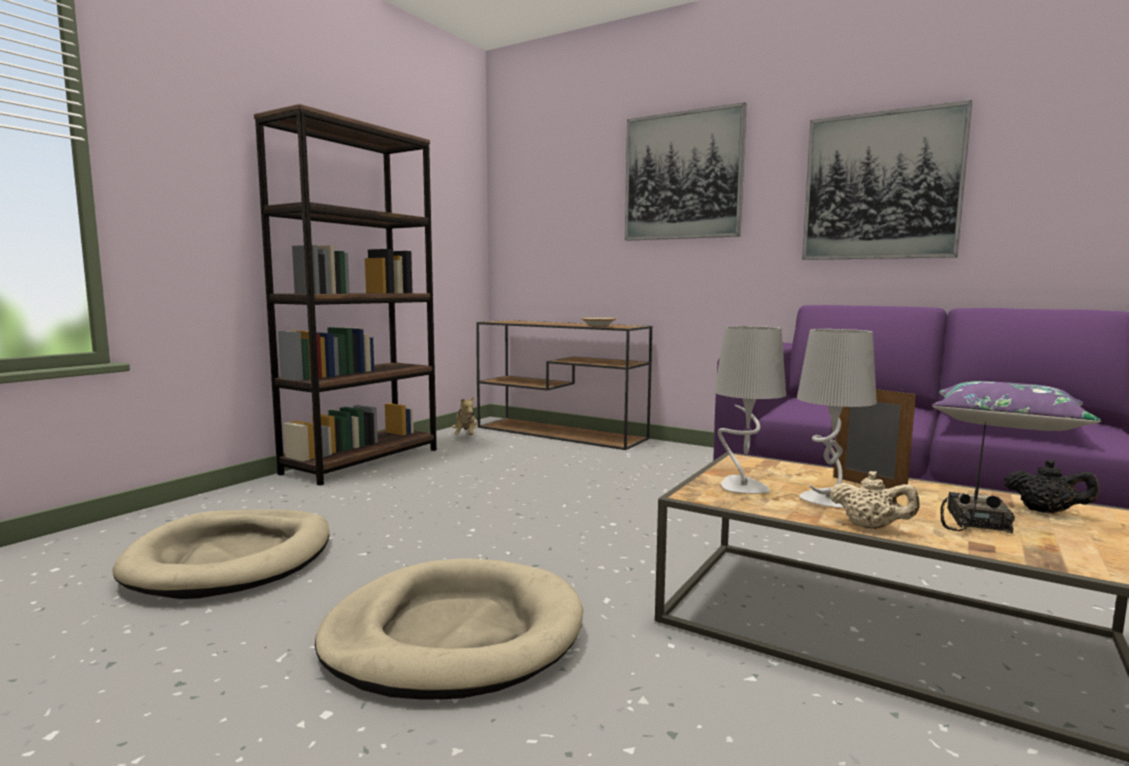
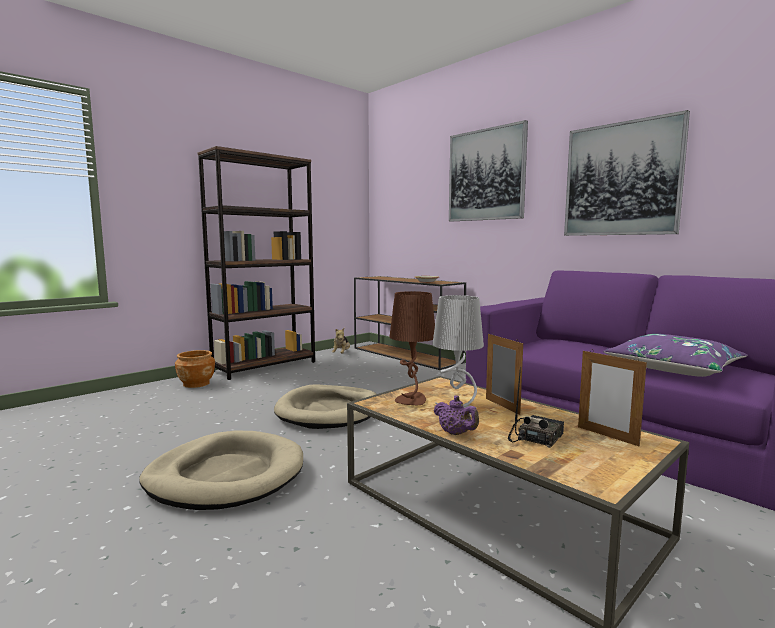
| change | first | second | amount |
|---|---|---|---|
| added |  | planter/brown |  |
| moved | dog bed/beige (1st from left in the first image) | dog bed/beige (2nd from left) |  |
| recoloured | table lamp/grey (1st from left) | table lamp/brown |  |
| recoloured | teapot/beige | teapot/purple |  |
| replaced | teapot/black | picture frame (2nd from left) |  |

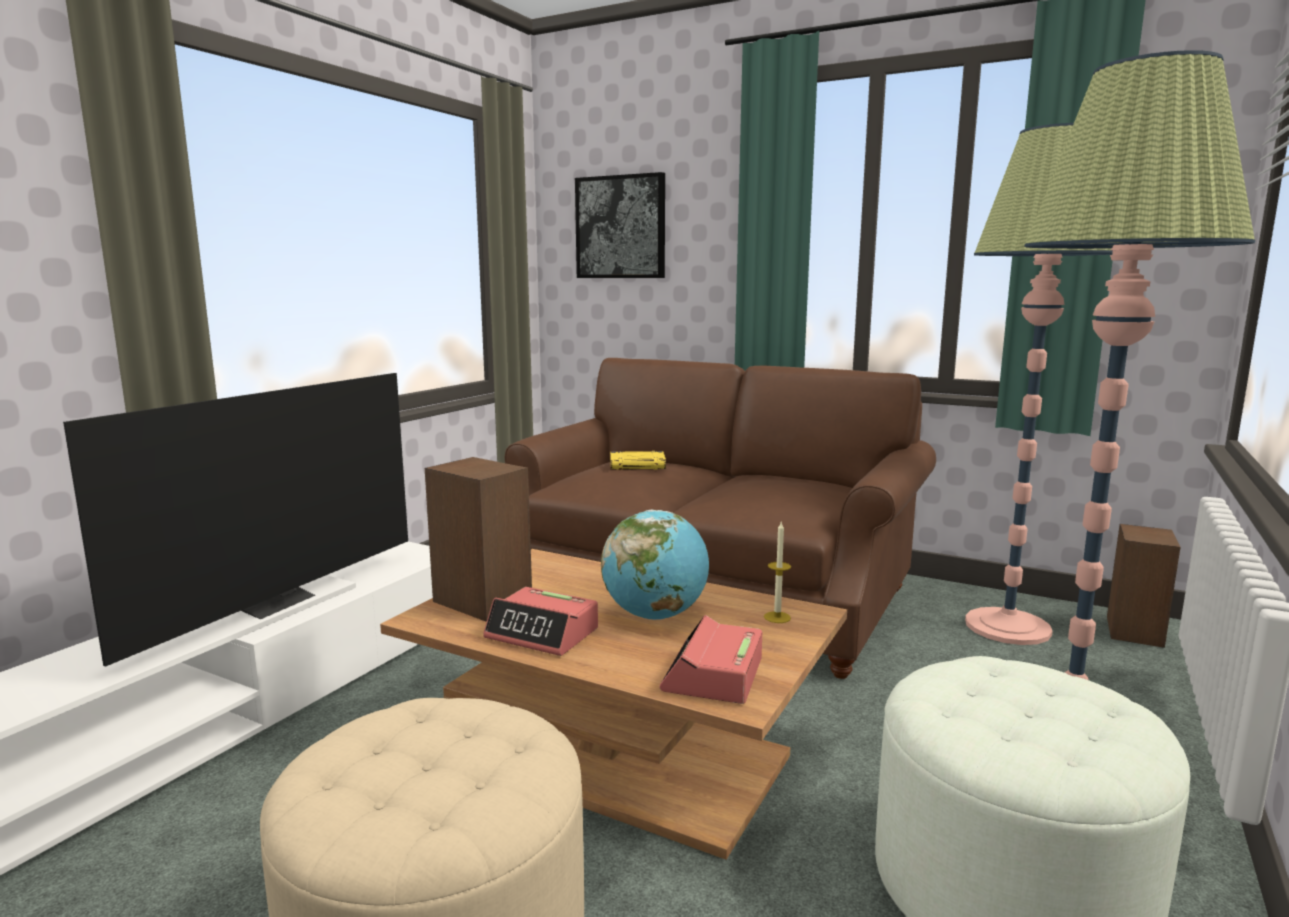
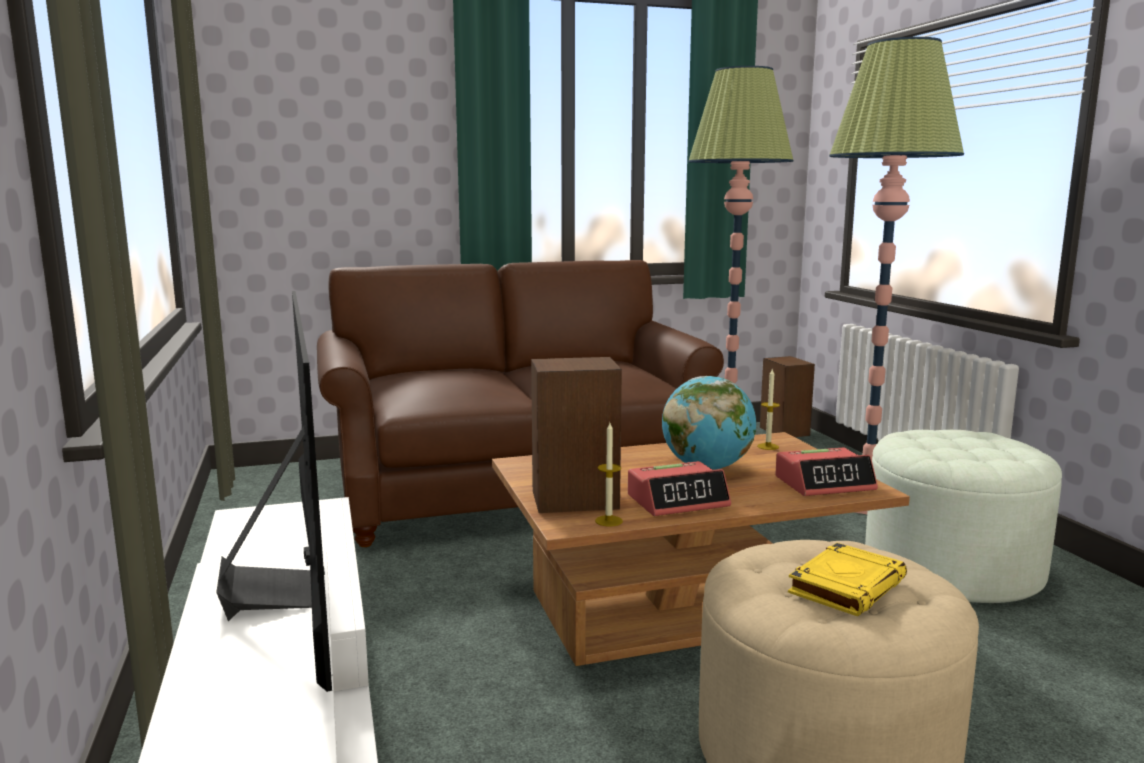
| change | first | second | amount |
|---|---|---|---|
| added |  | candle (1st from left) |  |
| turned | alarm clock (2nd from left) |  | 75 degrees counterclockwise |
| moved | book/yellow |  |  |
| removed | picture |  |  |

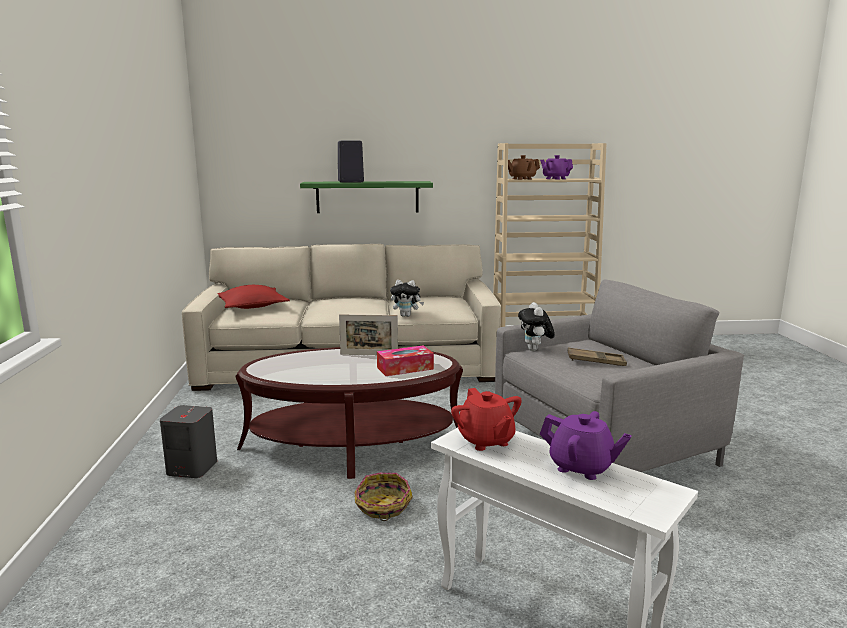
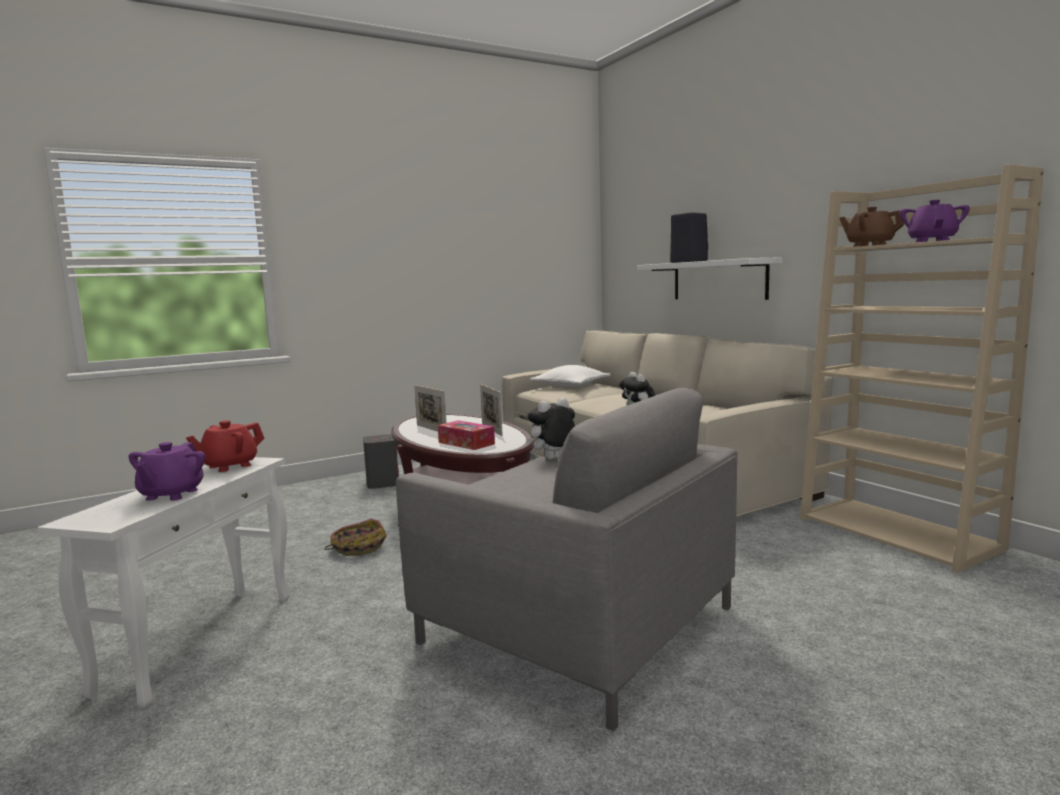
| change | first | second | amount |
|---|---|---|---|
| added |  | picture frame (1st from left) |  |
| recoloured | pillow/red | pillow/white |  |
| recoloured | shelf/green | shelf/white |  |
| removed | tray/brown |  |  |

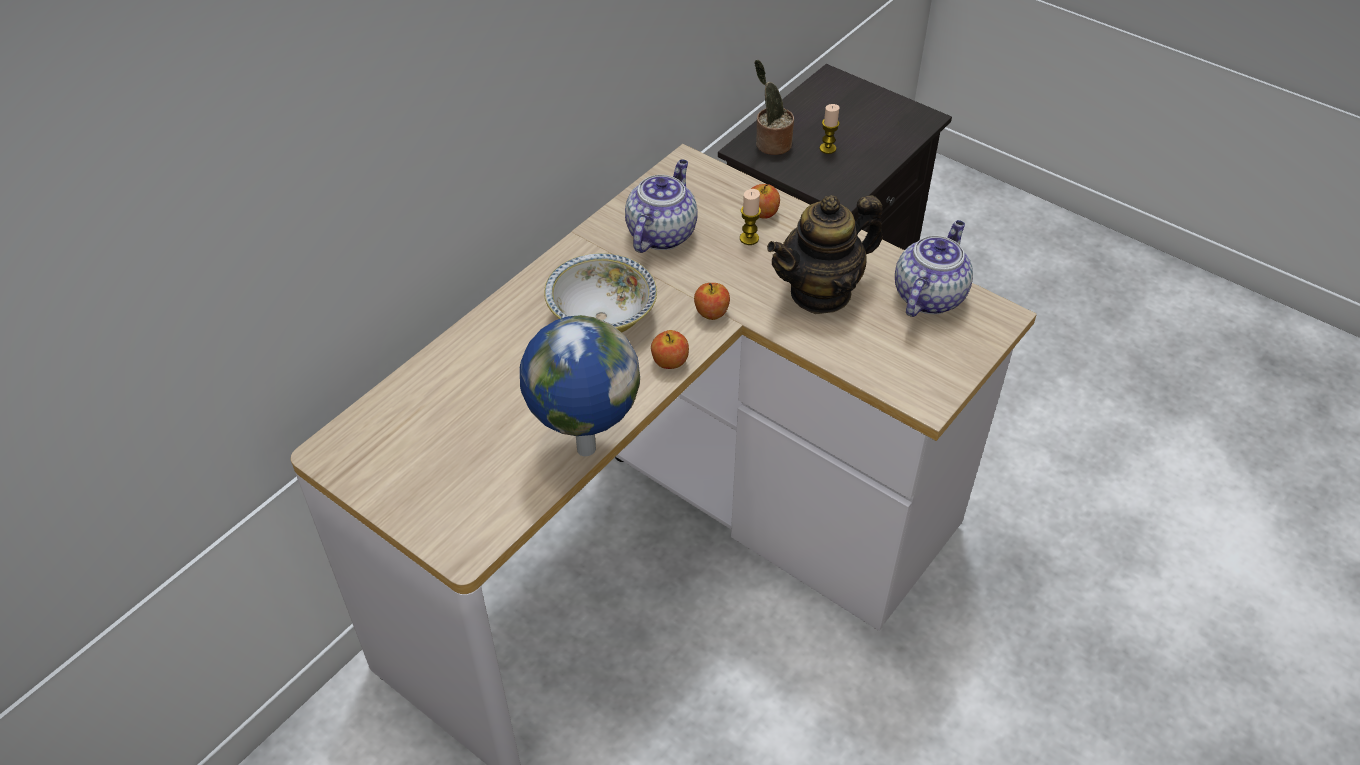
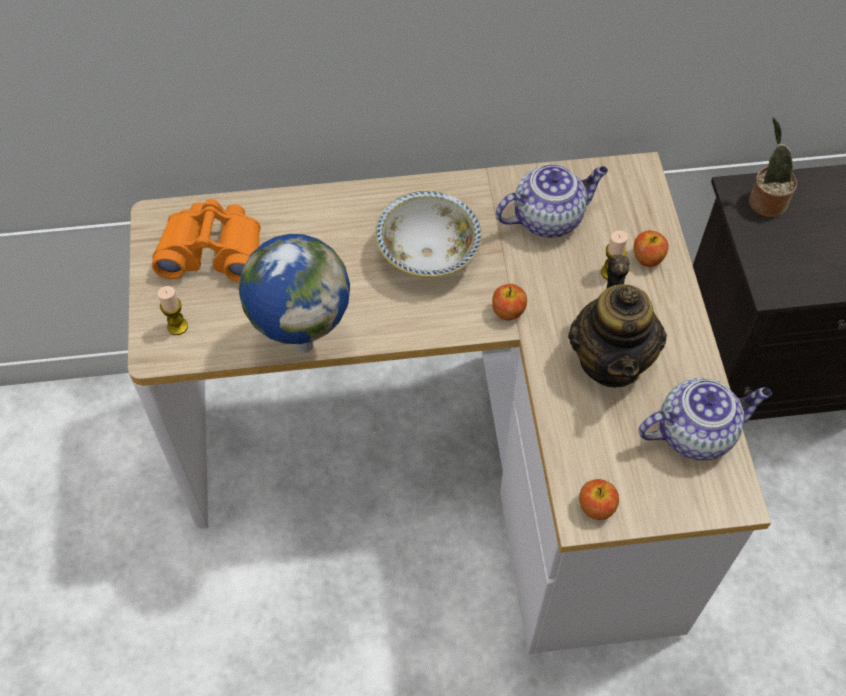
| change | first | second | amount |
|---|---|---|---|
| added |  | binoculars/orange |  |
| moved | candle (2nd from left in the first image) | candle (1st from left) |  |
| turned | teapot (2nd from left) |  | 105 degrees counterclockwise |
| moved | apple (1st from left in the first image) | apple (2nd from left) |  |

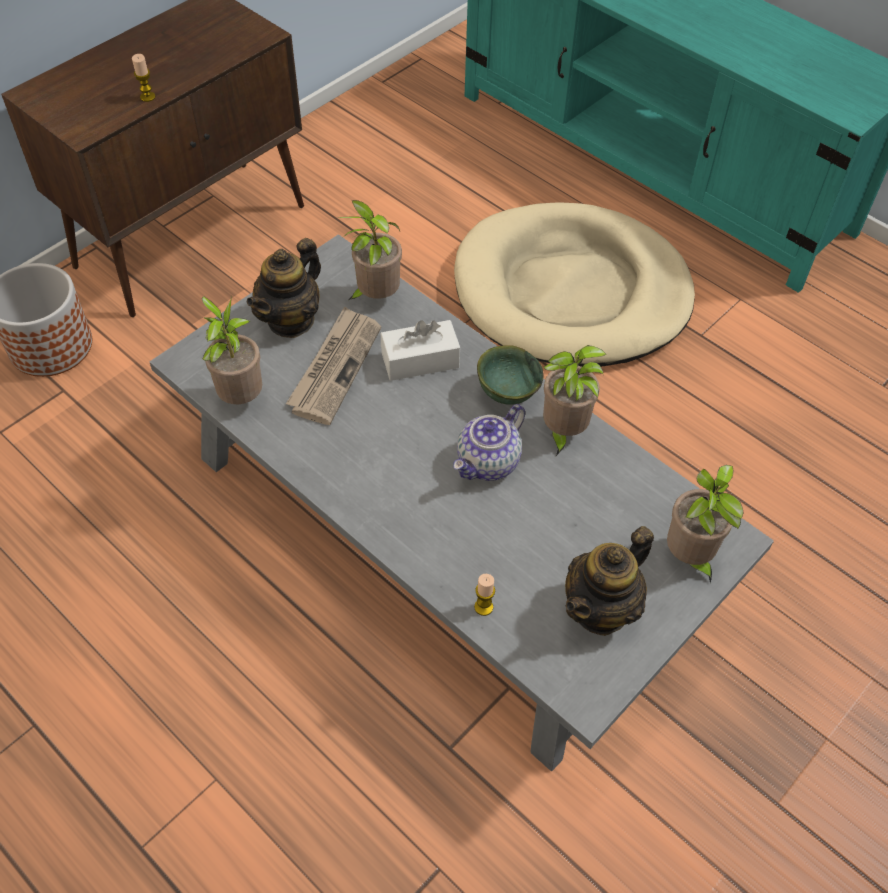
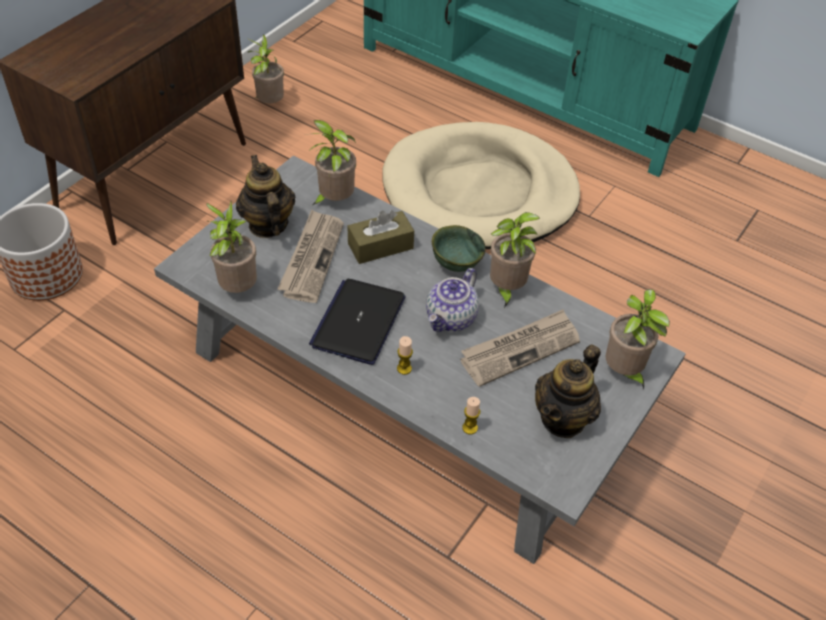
| change | first | second | amount |
|---|---|---|---|
| turned | teapot (1st from left) |  | 135 degrees clockwise |
| added |  | potted plant (2nd from left) |  |
| added |  | laptop |  |
| recoloured | tissue box/white | tissue box/brown |  |
| moved | candle (1st from left) |  |  |
| added |  | newspaper (2nd from left) |  |

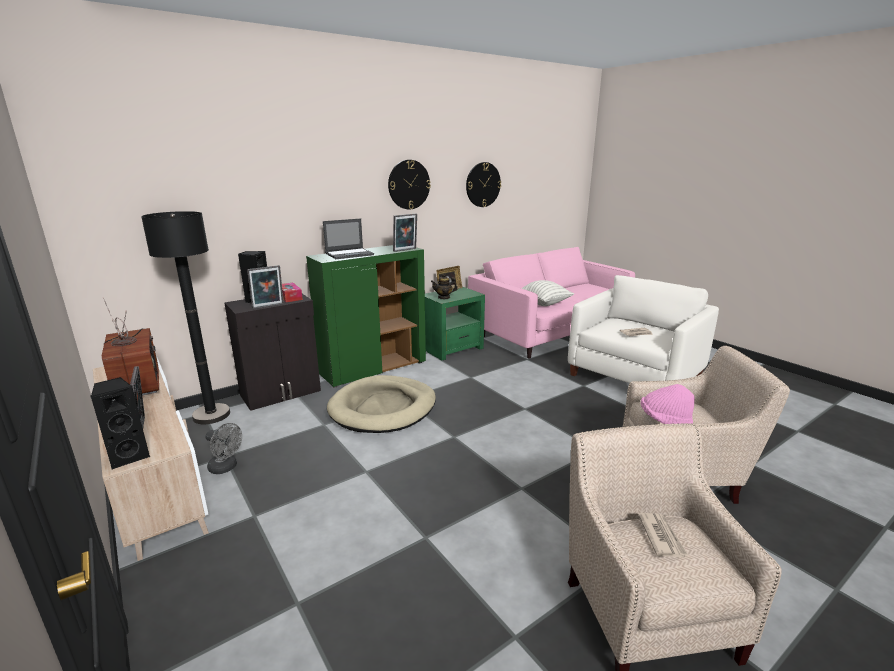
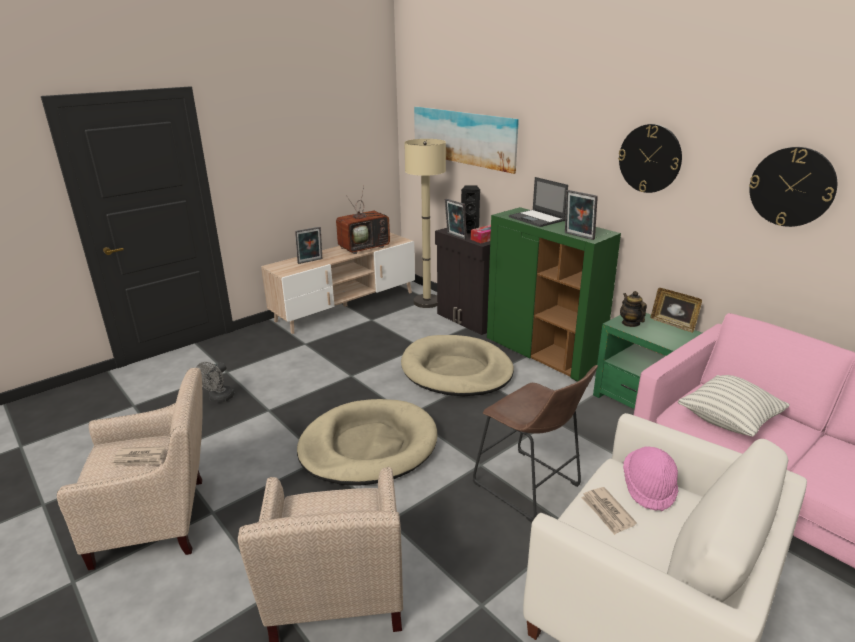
| change | first | second | amount |
|---|---|---|---|
| moved | fan/grey |  |  |
| added |  | dog bed/beige (1st from left) |  |
| recoloured | floor lamp/black | floor lamp/beige |  |
| added |  | picture |  |
| added |  | stool/brown |  |
| moved | hat/pink |  |  |
| removed | speaker/black (1st from left) |  |  |

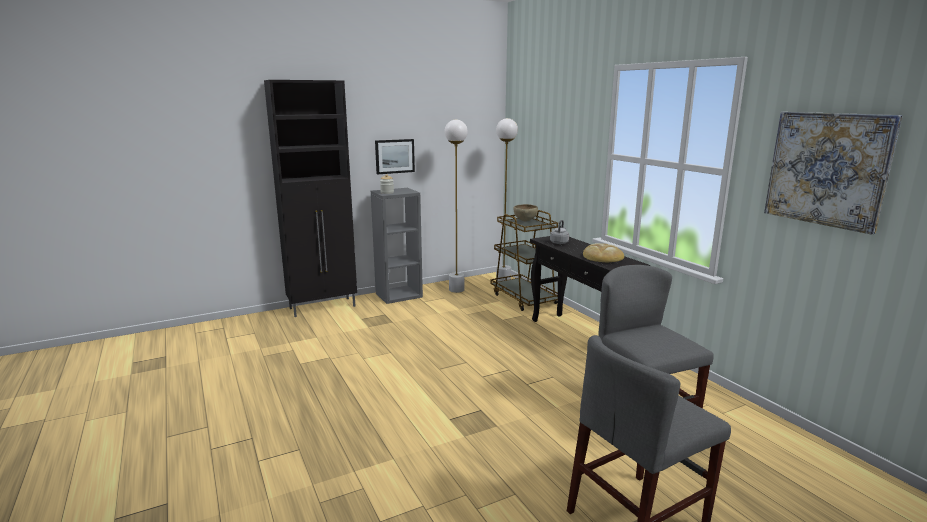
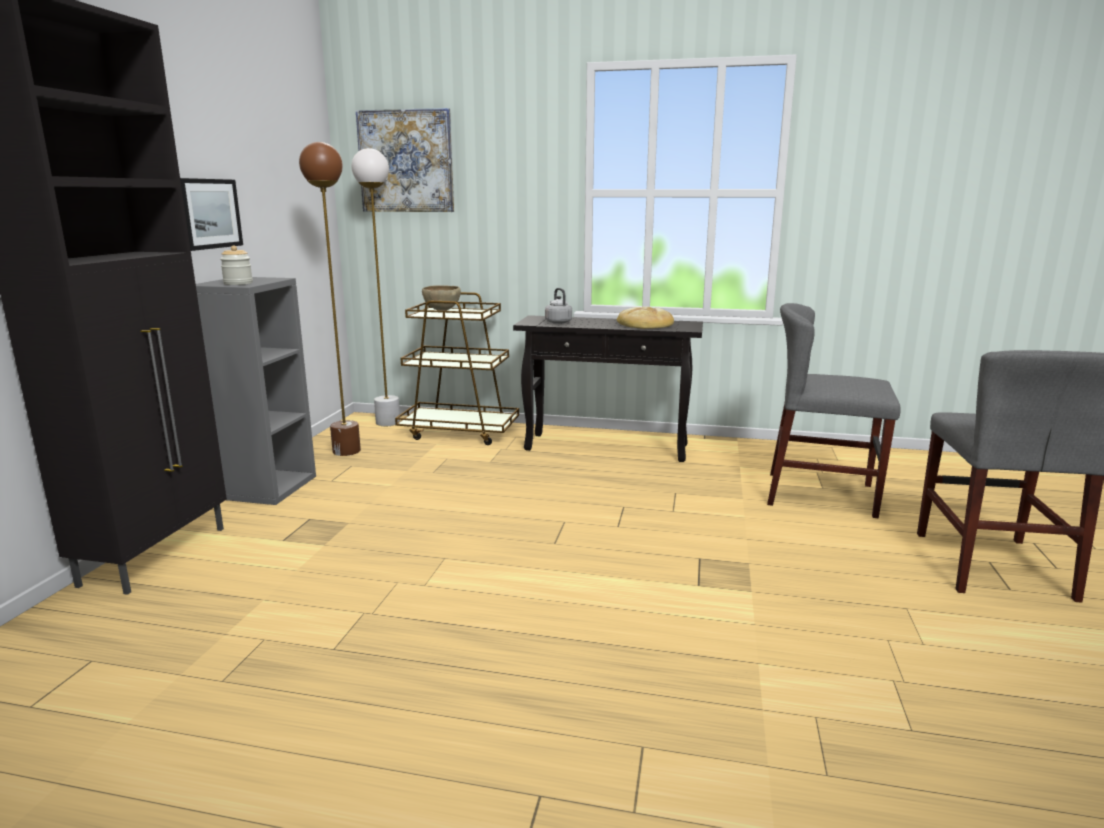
| change | first | second | amount |
|---|---|---|---|
| recoloured | floor lamp/white (1st from left) | floor lamp/brown |  |
| moved | picture (2nd from left) |  |  |

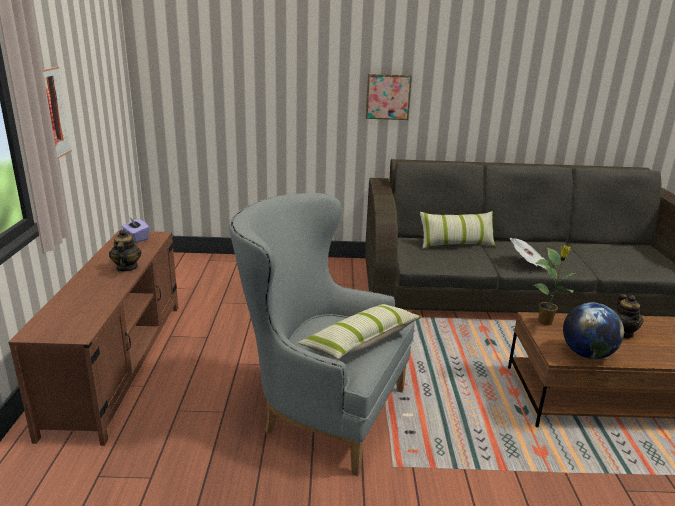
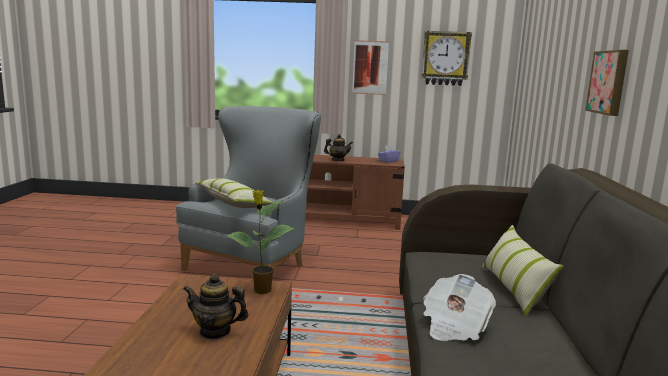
| change | first | second | amount |
|---|---|---|---|
| added |  | wall clock |  |
| removed | globe |  |  |

